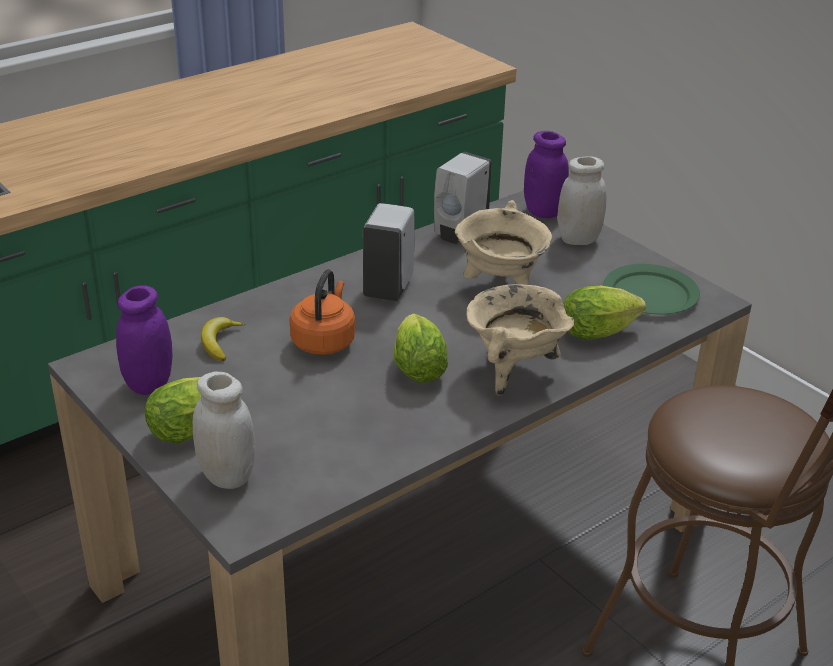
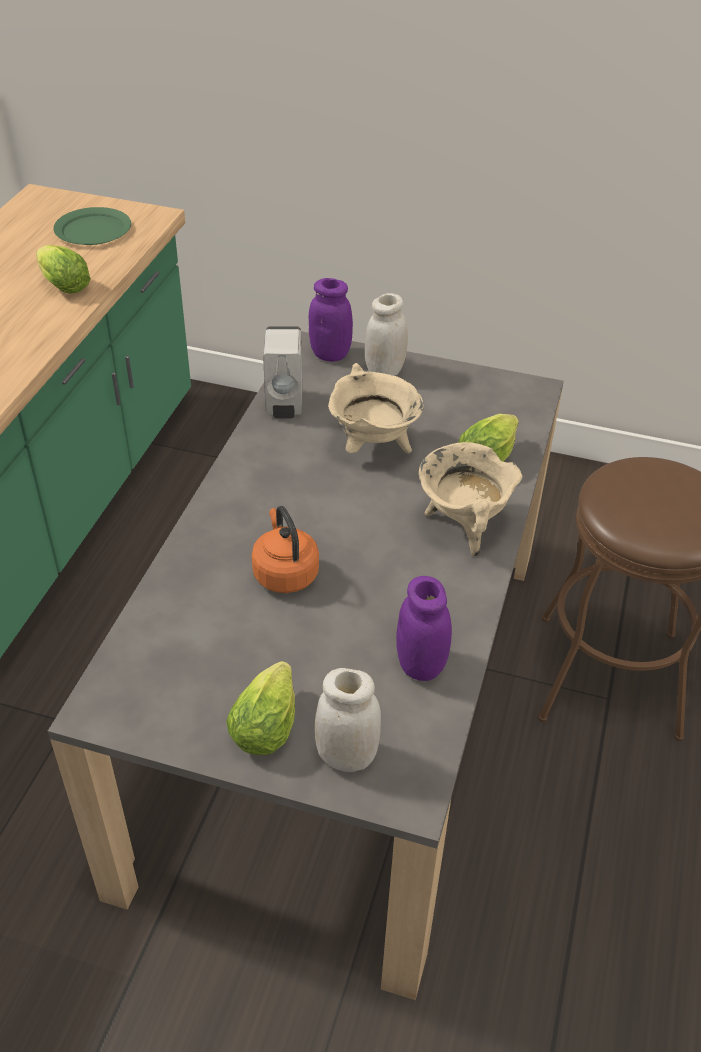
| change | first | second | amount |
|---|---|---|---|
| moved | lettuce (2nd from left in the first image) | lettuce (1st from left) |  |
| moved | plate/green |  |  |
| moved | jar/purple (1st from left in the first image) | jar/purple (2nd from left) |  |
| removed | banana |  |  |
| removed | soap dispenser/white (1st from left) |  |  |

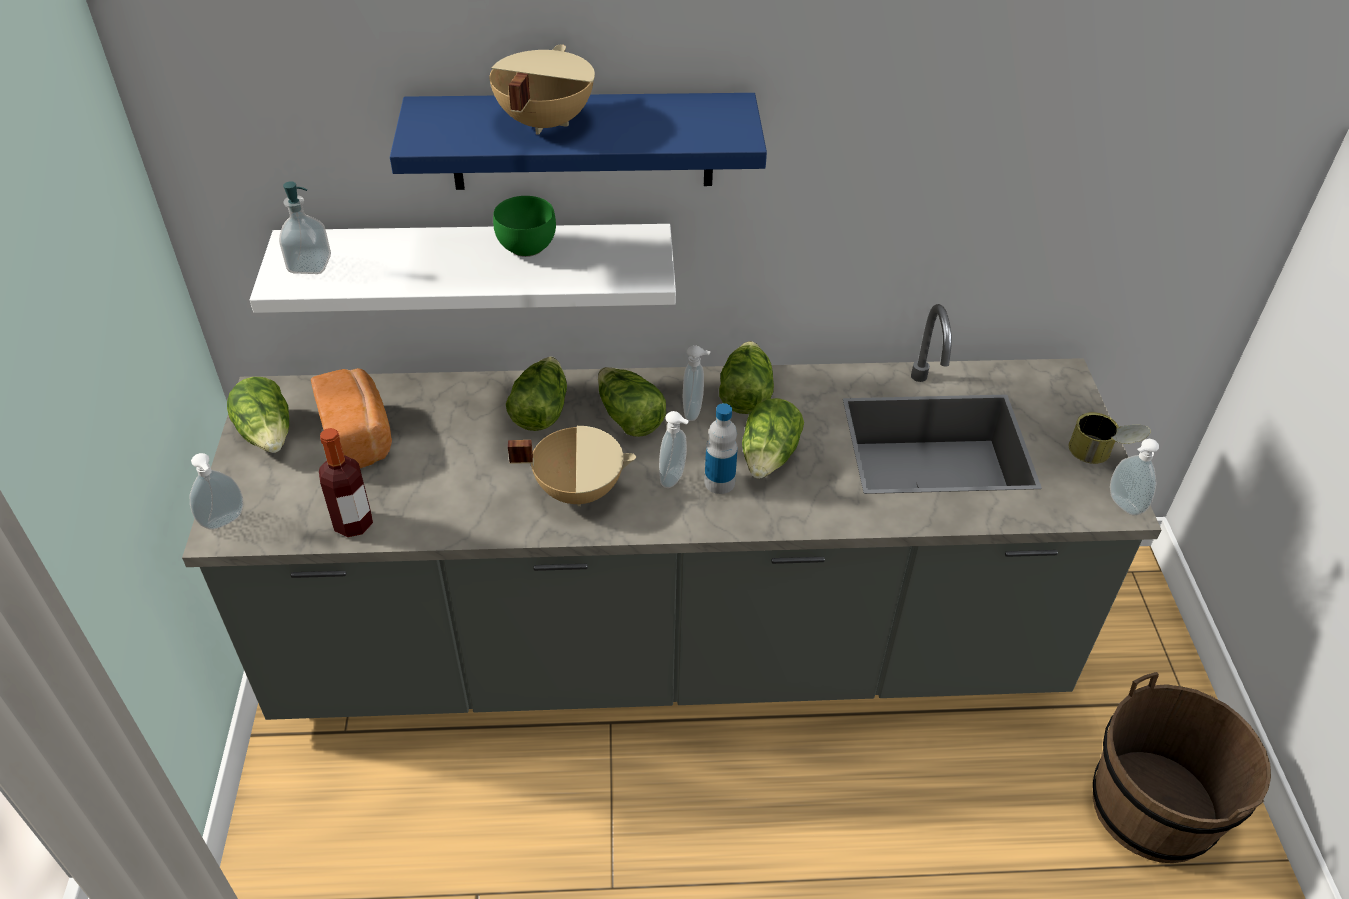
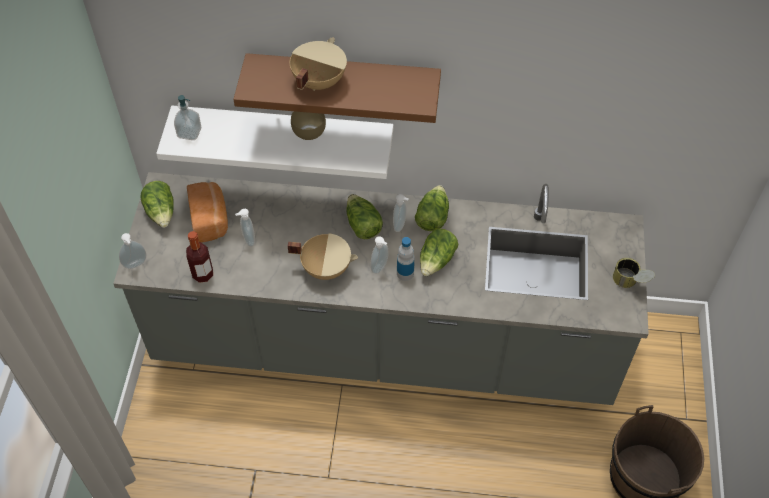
| change | first | second | amount |
|---|---|---|---|
| recoloured | shelf/blue | shelf/brown |  |
| moved | soap dispenser (5th from left in the first image) | soap dispenser (3rd from left) |  |
| recoloured | bowl/green | bowl/brown |  |
| removed | lettuce (2nd from left) |  |  |

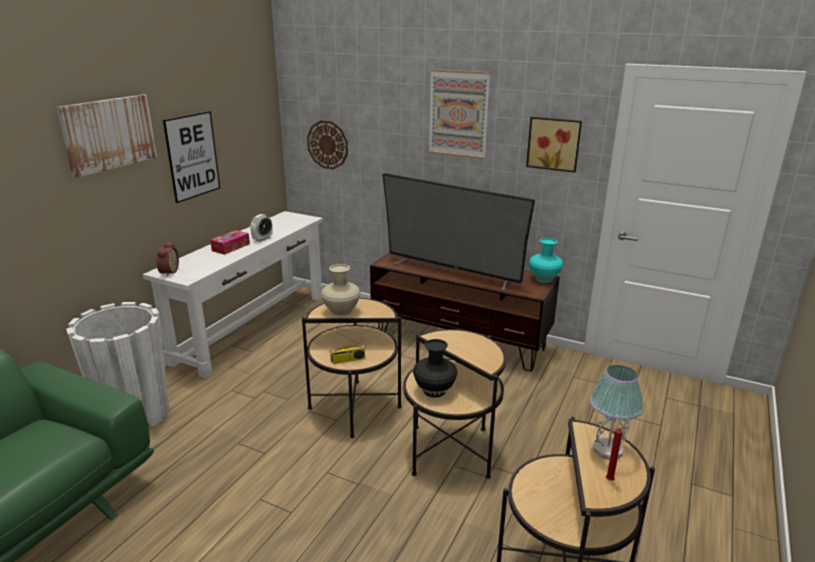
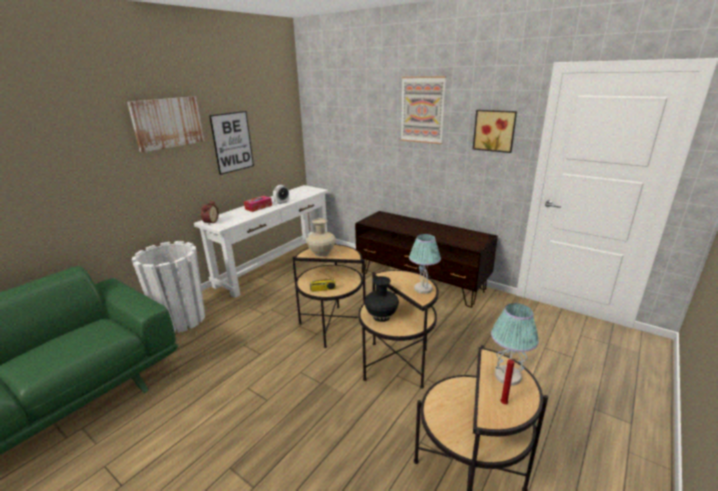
| change | first | second | amount |
|---|---|---|---|
| added |  | table lamp (1st from left) |  |
| removed | wall clock |  |  |
| removed | television |  |  |
| removed | vase/turquoise |  |  |

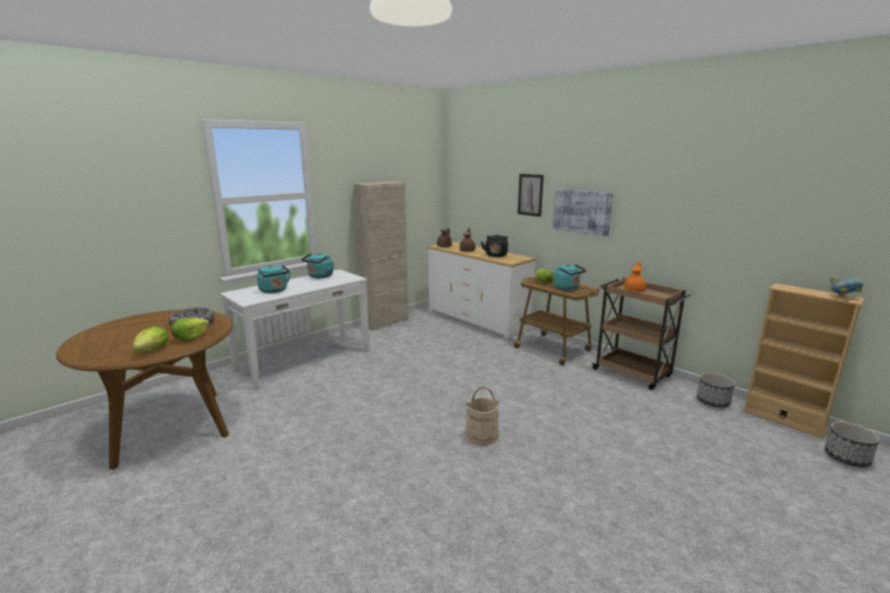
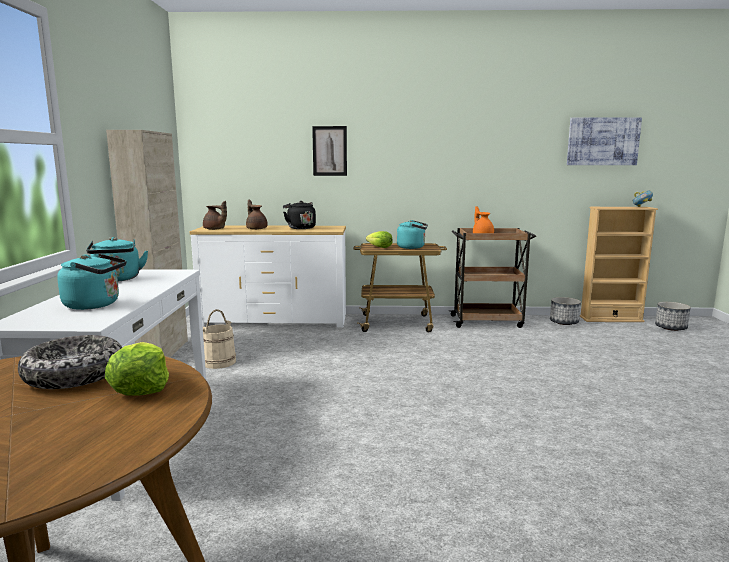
| change | first | second | amount |
|---|---|---|---|
| moved | bucket/beige |  |  |
| moved | picture (2nd from left) |  |  |
| removed | lettuce (1st from left) |  |  |

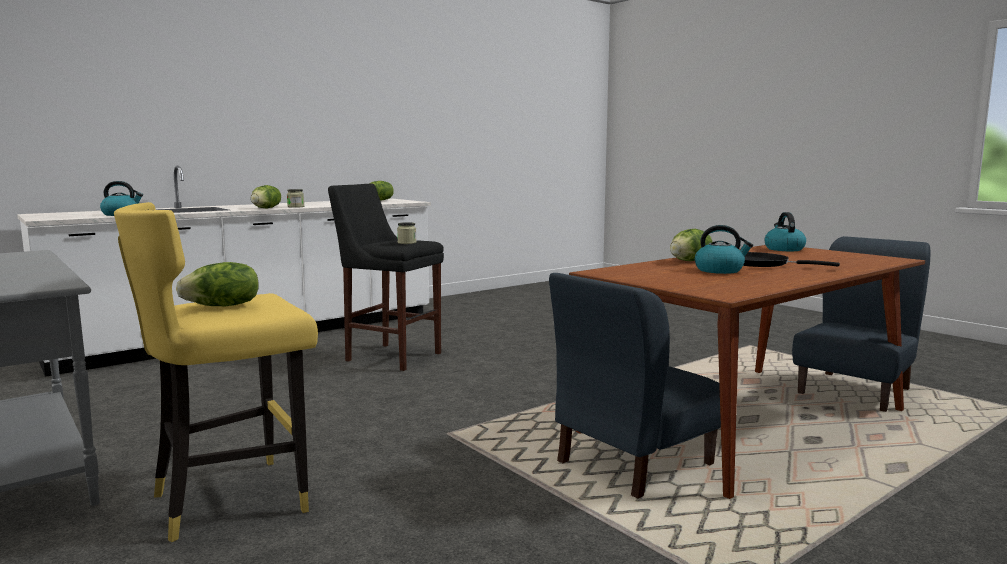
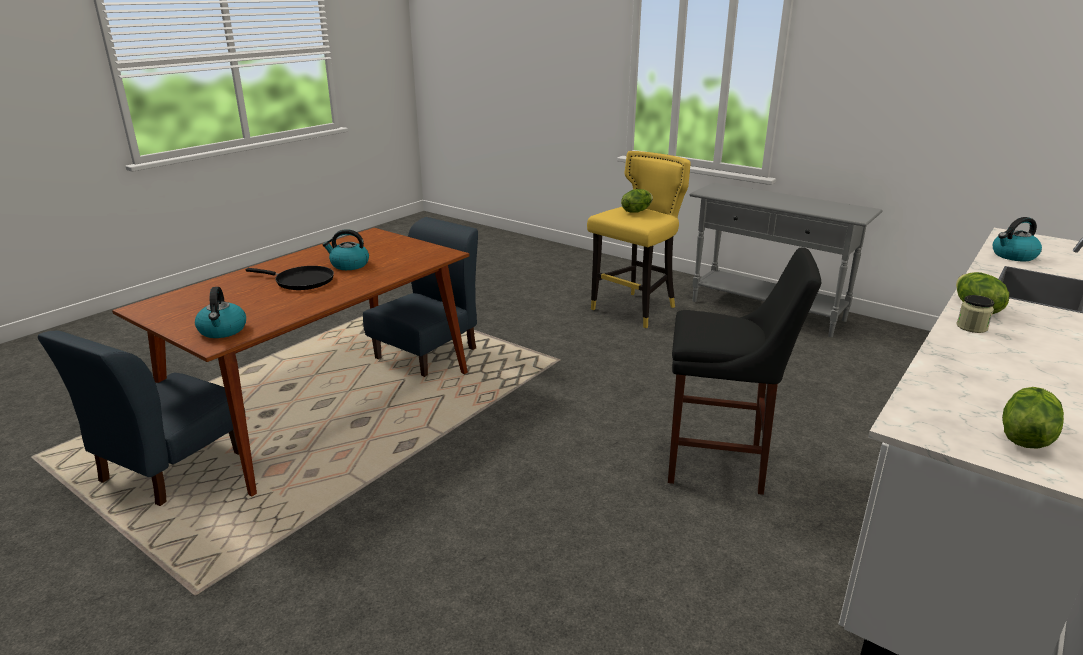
| change | first | second | amount |
|---|---|---|---|
| removed | jar (2nd from left) |  |  |
| removed | lettuce (4th from left) |  |  |

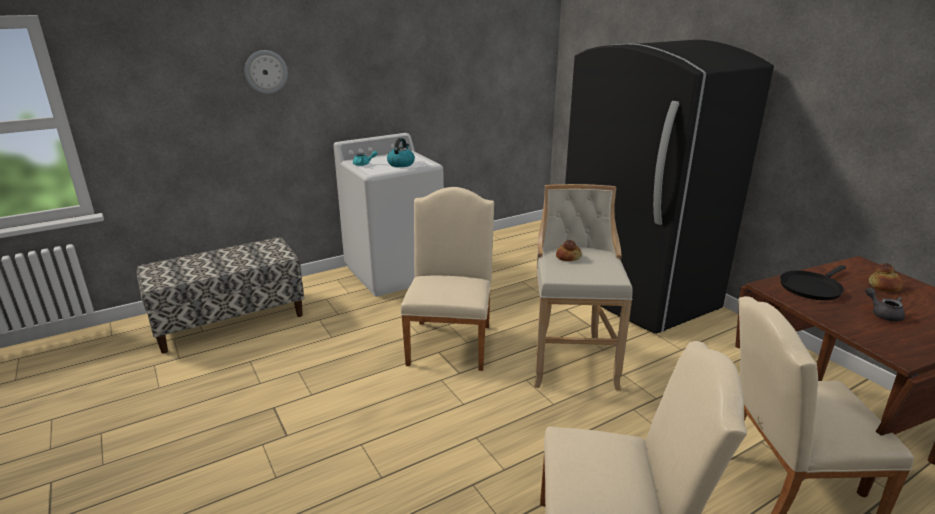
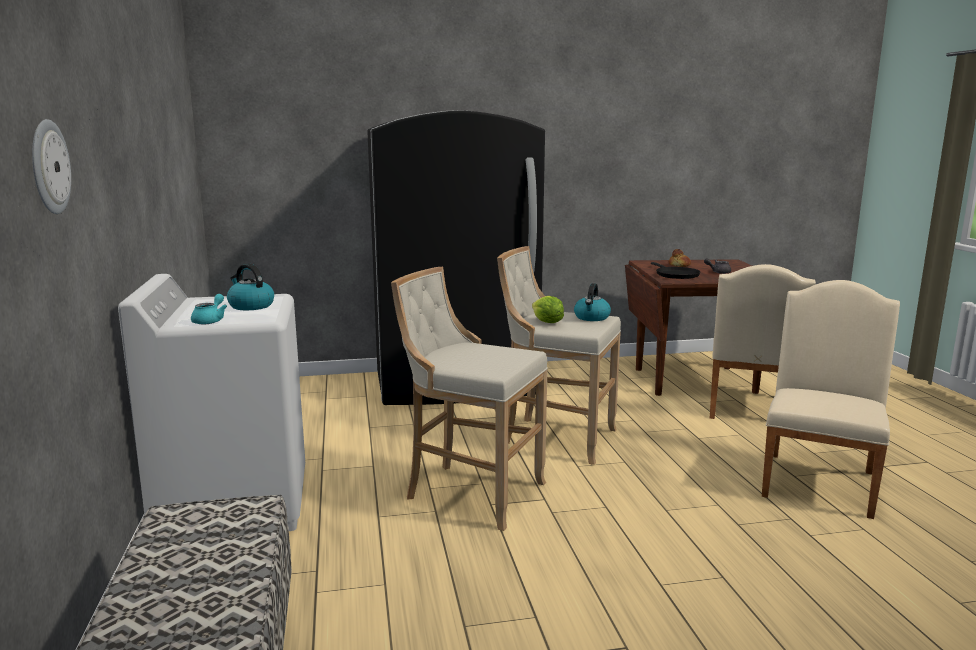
| change | first | second | amount |
|---|---|---|---|
| replaced | chair/beige (1st from left) | stool/beige (1st from left) |  |
| replaced | bread (1st from left) | lettuce |  |
| added |  | kettle (2nd from left) |  |

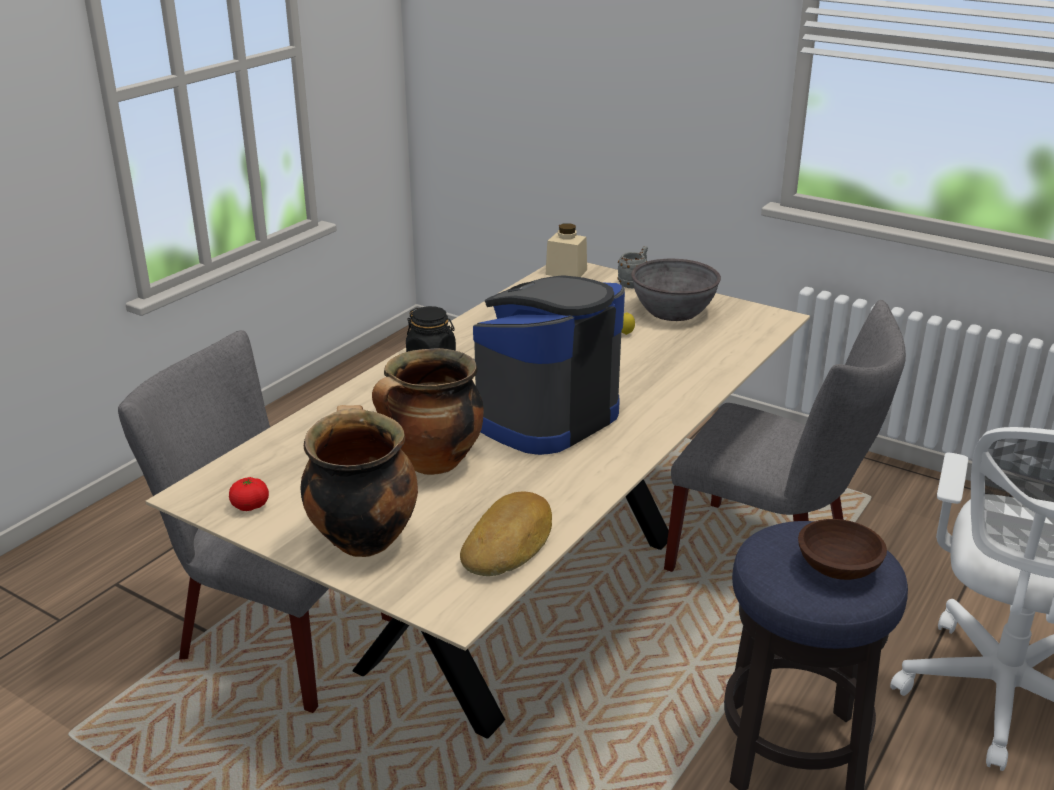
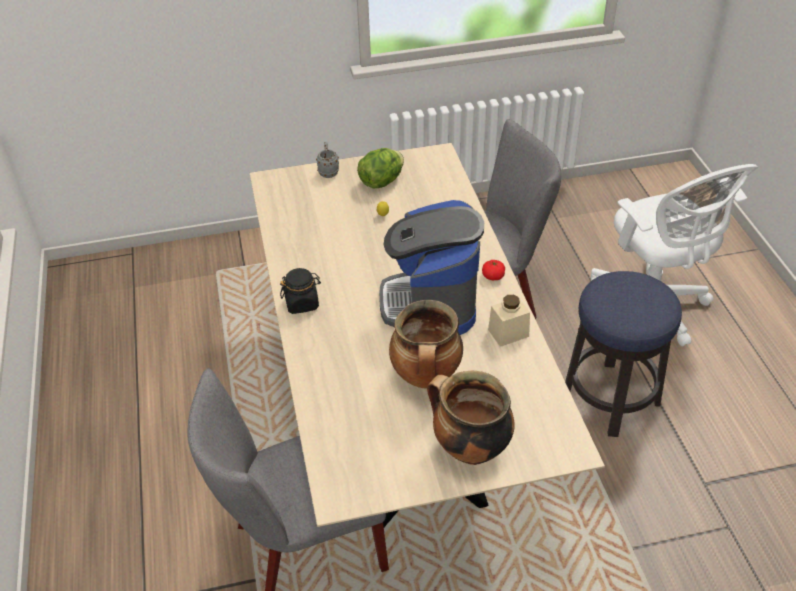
| change | first | second | amount |
|---|---|---|---|
| replaced | bowl/grey | lettuce |  |
| moved | tomato |  |  |
| moved | jar/beige |  |  |
| removed | bread |  |  |
| removed | bowl/brown |  |  |

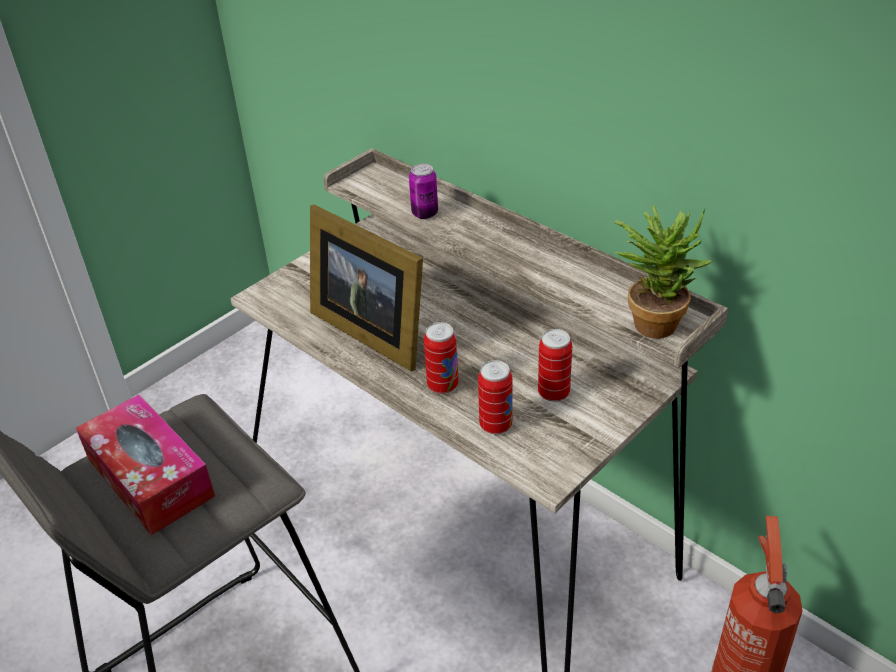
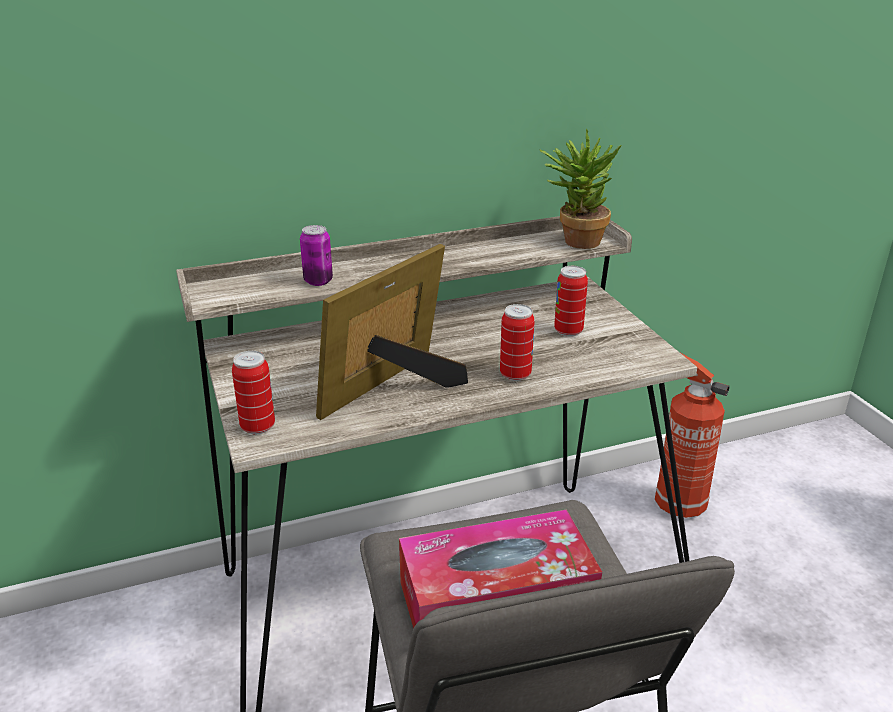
| change | first | second | amount |
|---|---|---|---|
| moved | can (3rd from left in the first image) | can (1st from left) |  |
| turned | picture frame |  | 150 degrees clockwise |

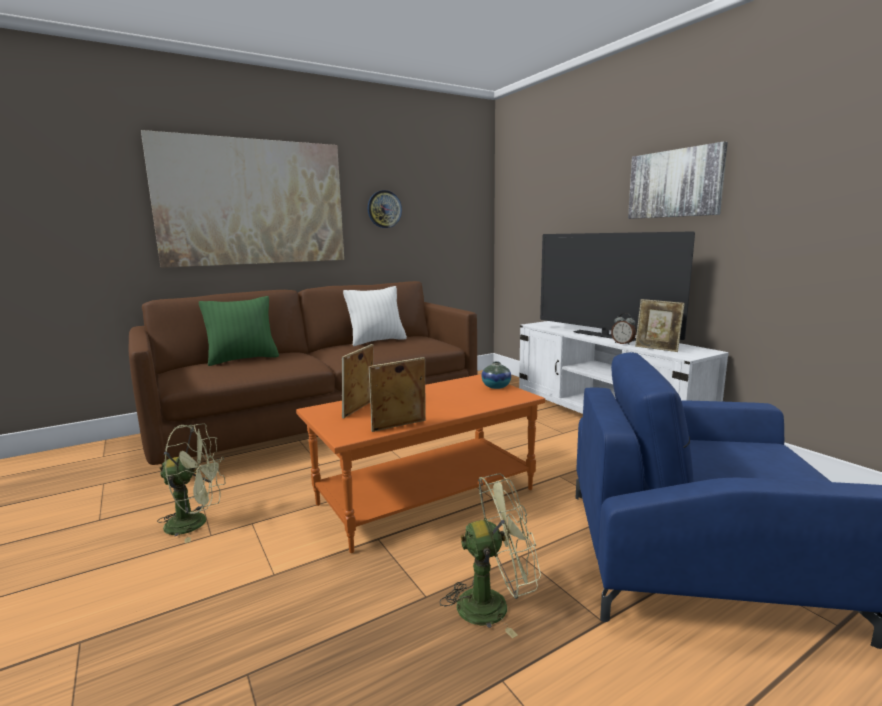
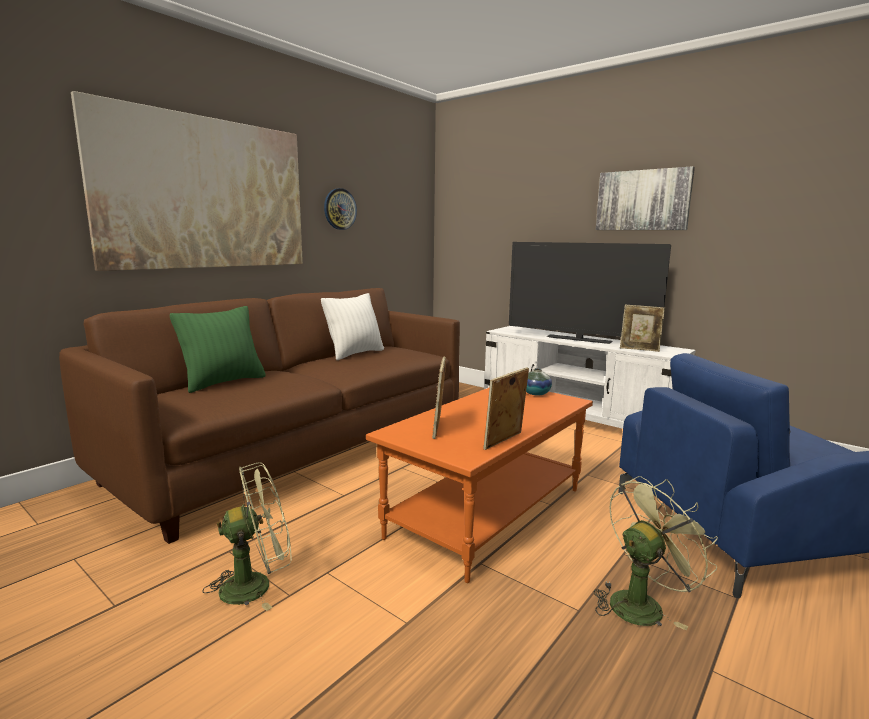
| change | first | second | amount |
|---|---|---|---|
| removed | alarm clock |  |  |

